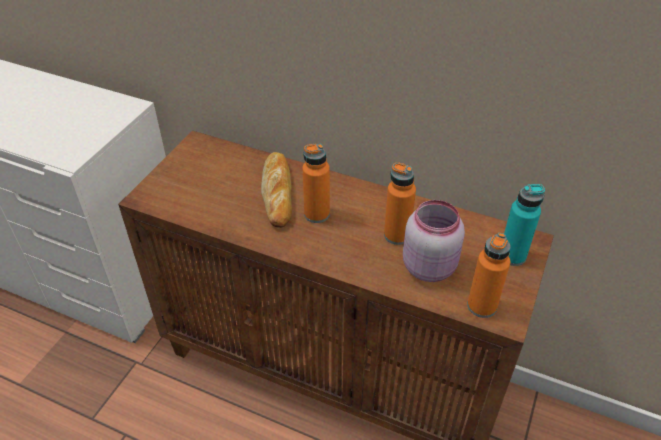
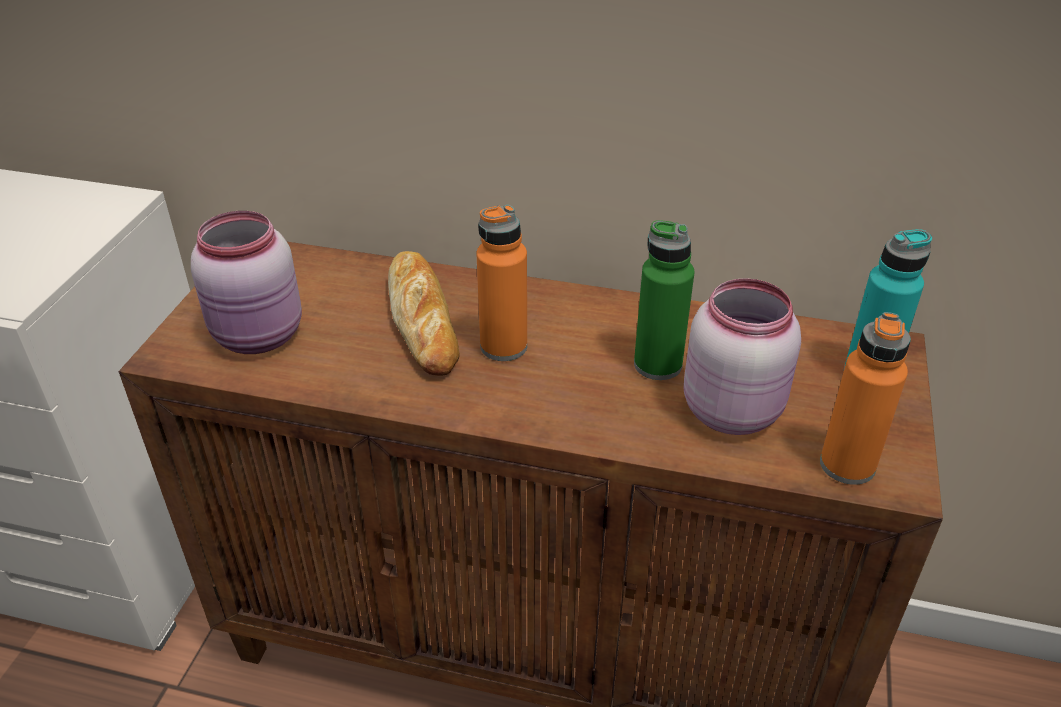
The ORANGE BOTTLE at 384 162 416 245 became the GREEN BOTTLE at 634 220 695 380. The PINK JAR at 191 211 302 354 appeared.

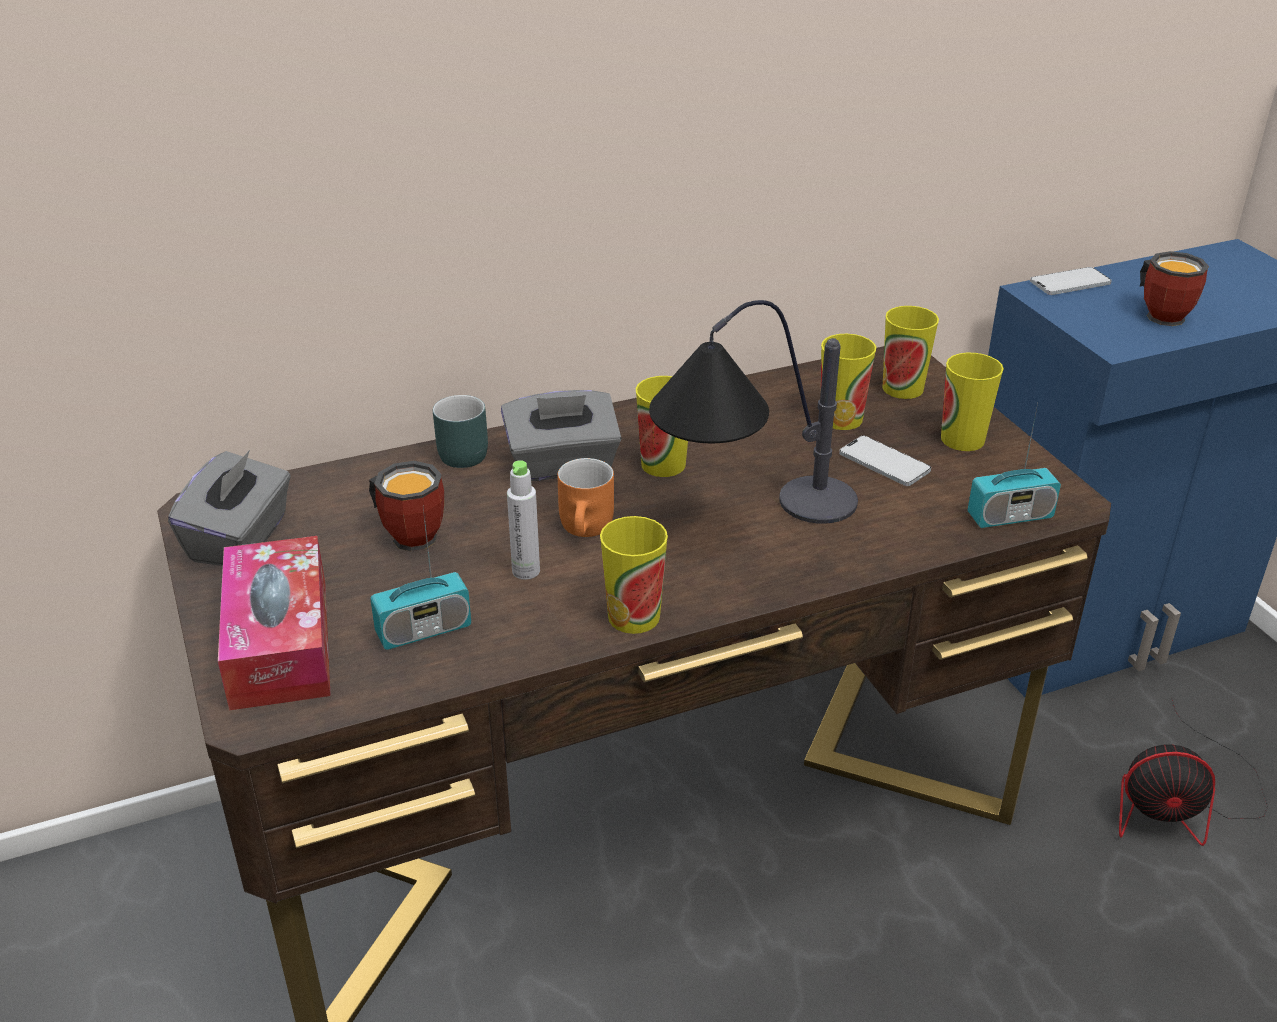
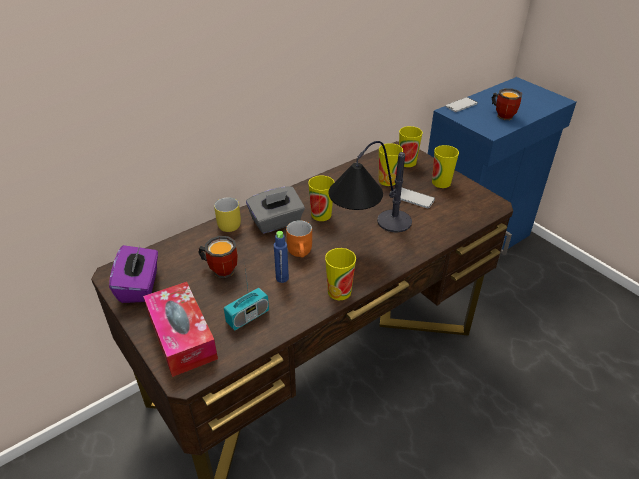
The TURQUOISE MUG at 433 395 488 468 became the YELLOW MUG at 214 197 241 232. The RADIO at 968 403 1061 528 disappeared. The GREY TISSUE BOX at 168 450 291 566 became the PURPLE TISSUE BOX at 109 245 158 303. The GREY BOTTLE at 507 460 540 580 became the BLUE BOTTLE at 274 231 289 283. The FAN at 1119 697 1268 846 disappeared.

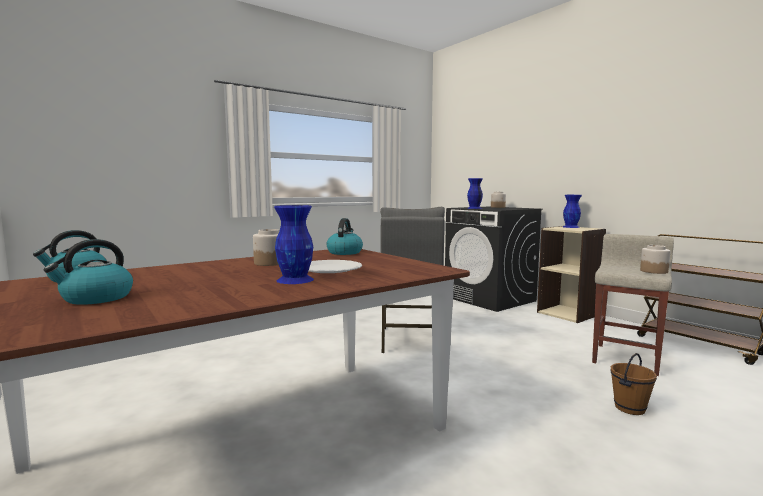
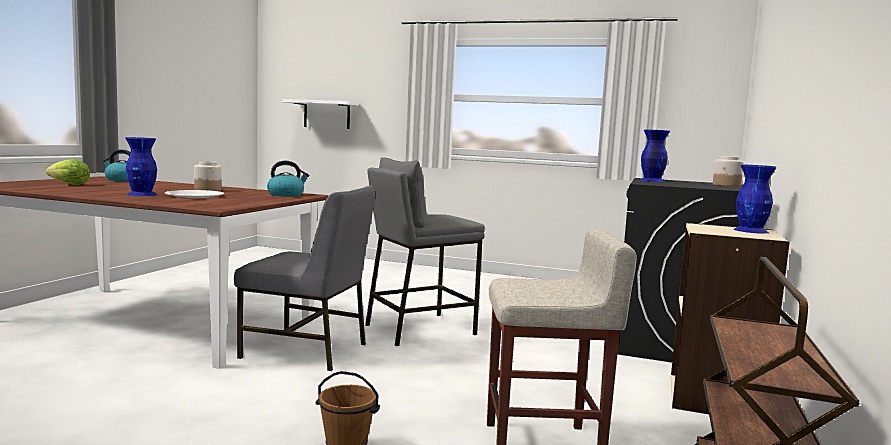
The KETTLE at 44 239 133 305 was replaced by the LETTUCE at 46 159 90 185. The JAR at 640 245 670 274 disappeared. The WHITE SHELF at 282 99 359 129 appeared. The GREY CHAIR at 234 185 375 371 appeared.

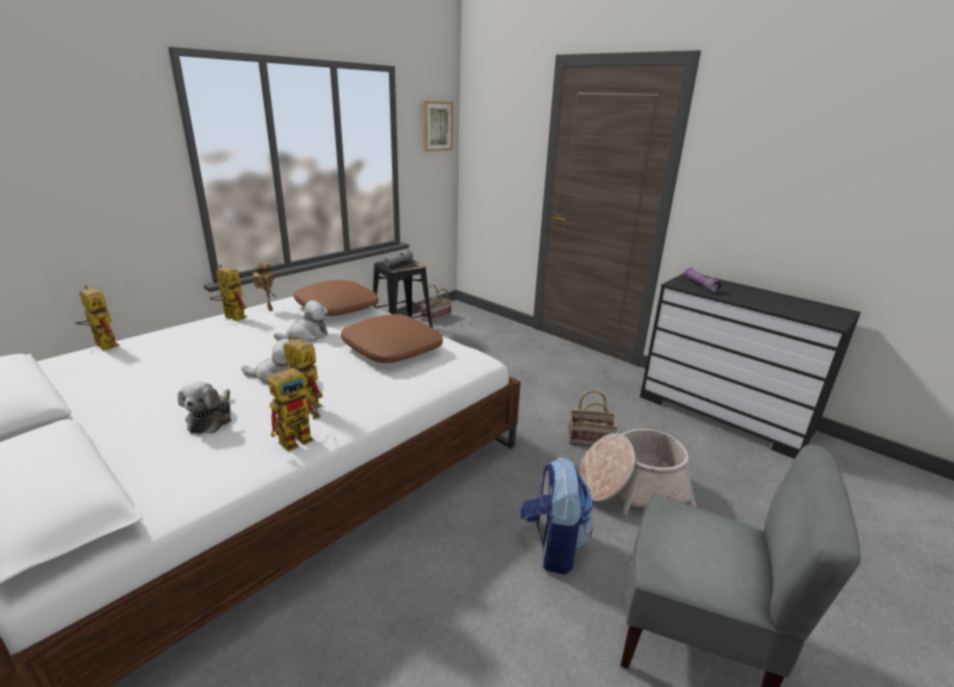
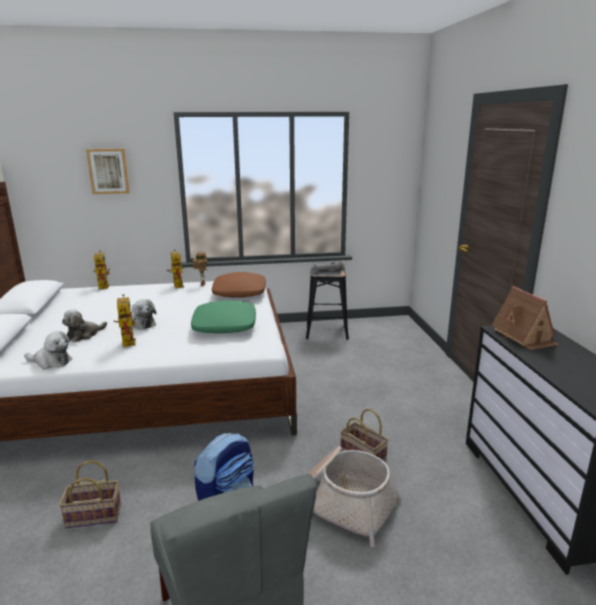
The PICTURE moved from 423 101 453 152 to 86 149 130 194. The PURPLE FLASHLIGHT at 684 268 722 293 was replaced by the TOY HOUSE at 492 286 559 350. The BASKET moved from 420 285 452 323 to 59 460 121 528. The PLUSH TOY moved from 274 300 328 342 to 24 331 72 370. The BROWN PILLOW at 341 314 443 363 became the GREEN PILLOW at 191 301 256 333. The TOY ROBOT at 268 365 321 452 disappeared.

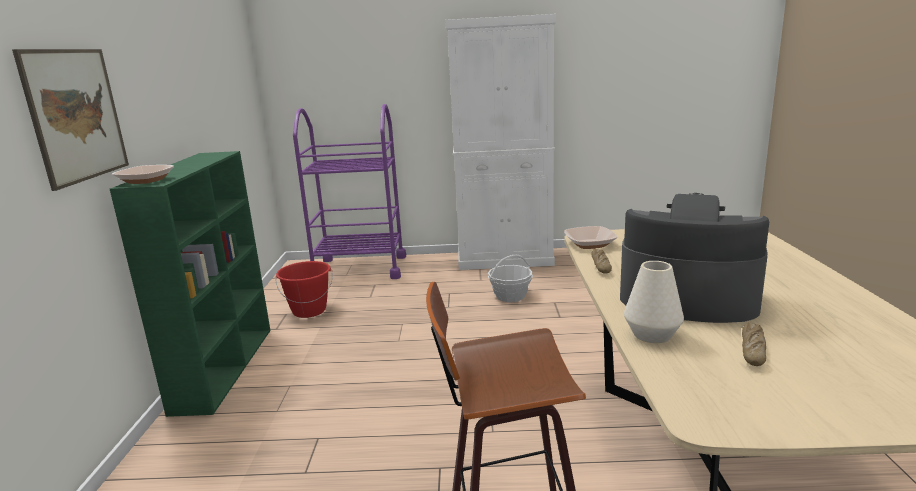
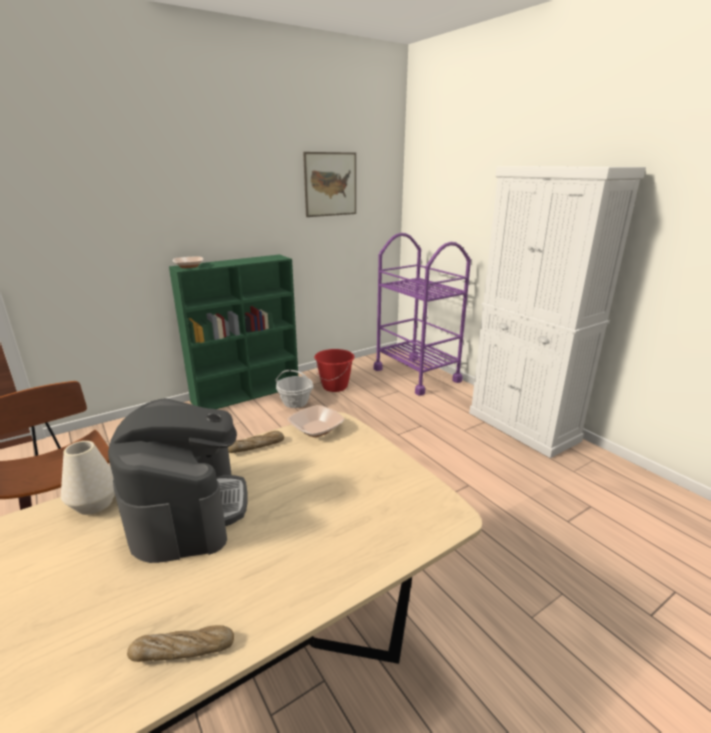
The PICTURE moved from 12 49 129 191 to 303 152 356 217. The BASKET moved from 488 255 533 302 to 275 370 314 408. The BREAD moved from 742 322 766 366 to 127 625 234 662.

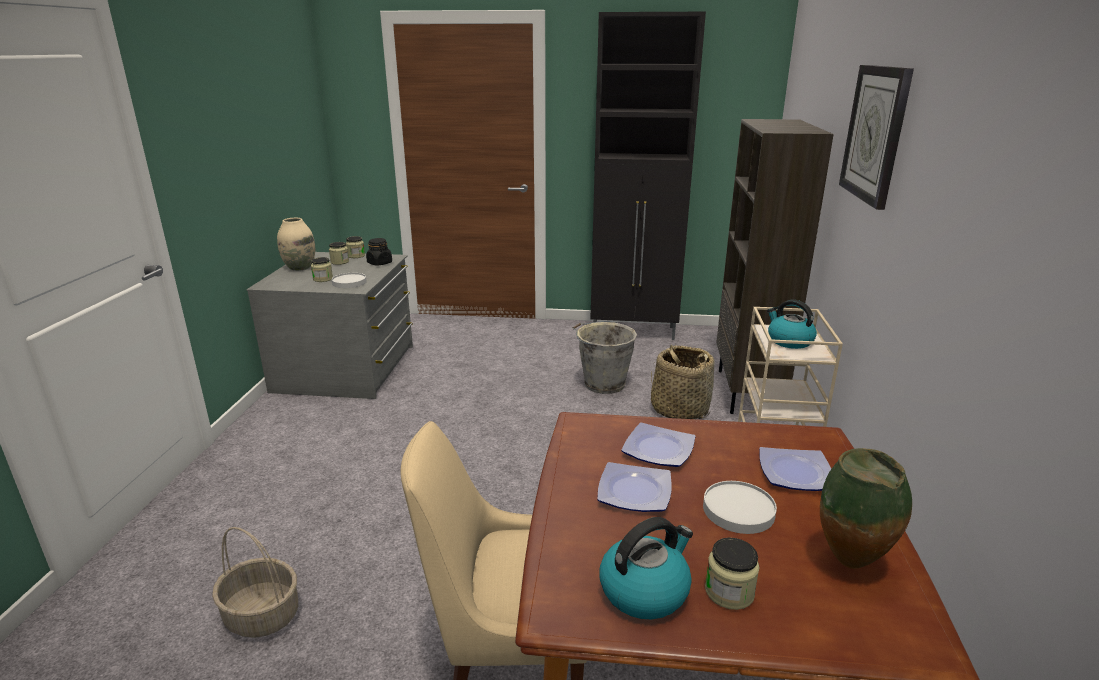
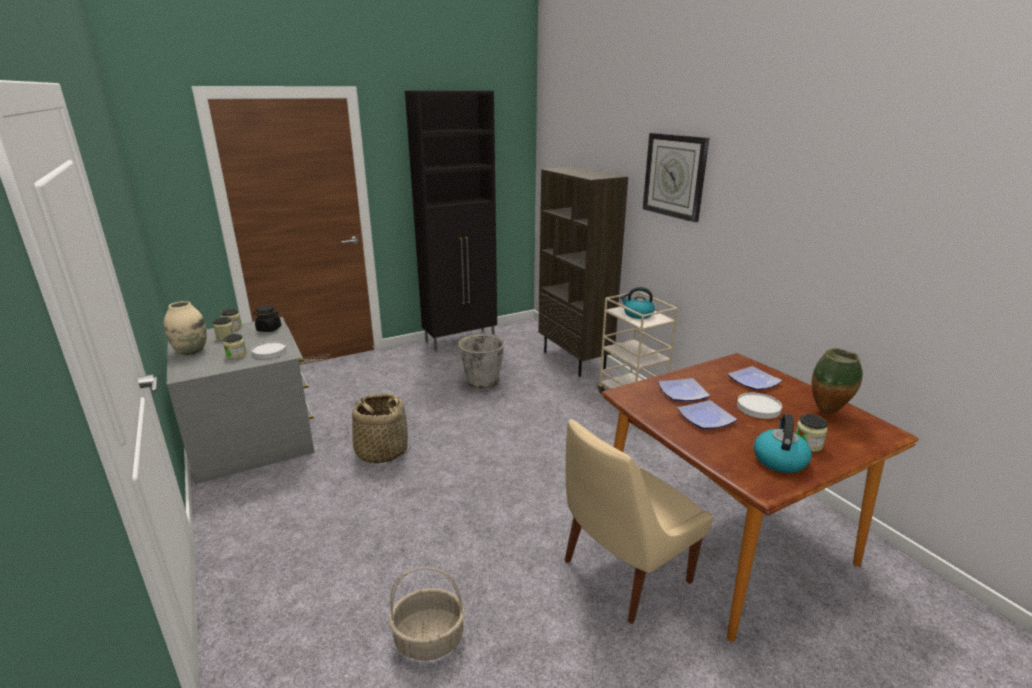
The BASKET moved from 651 345 715 419 to 346 393 411 463.

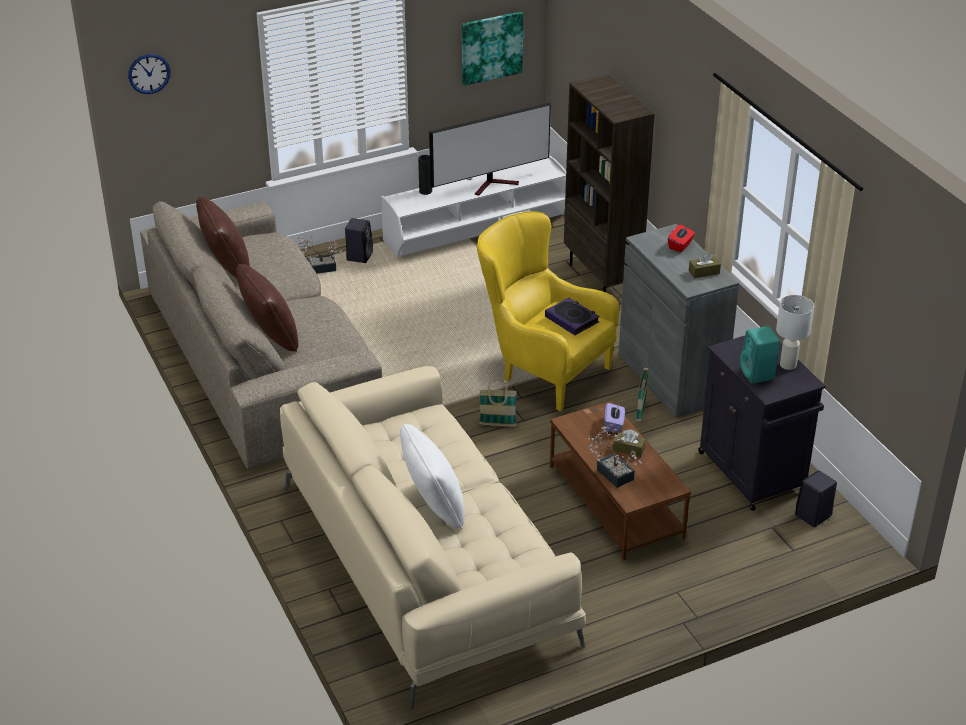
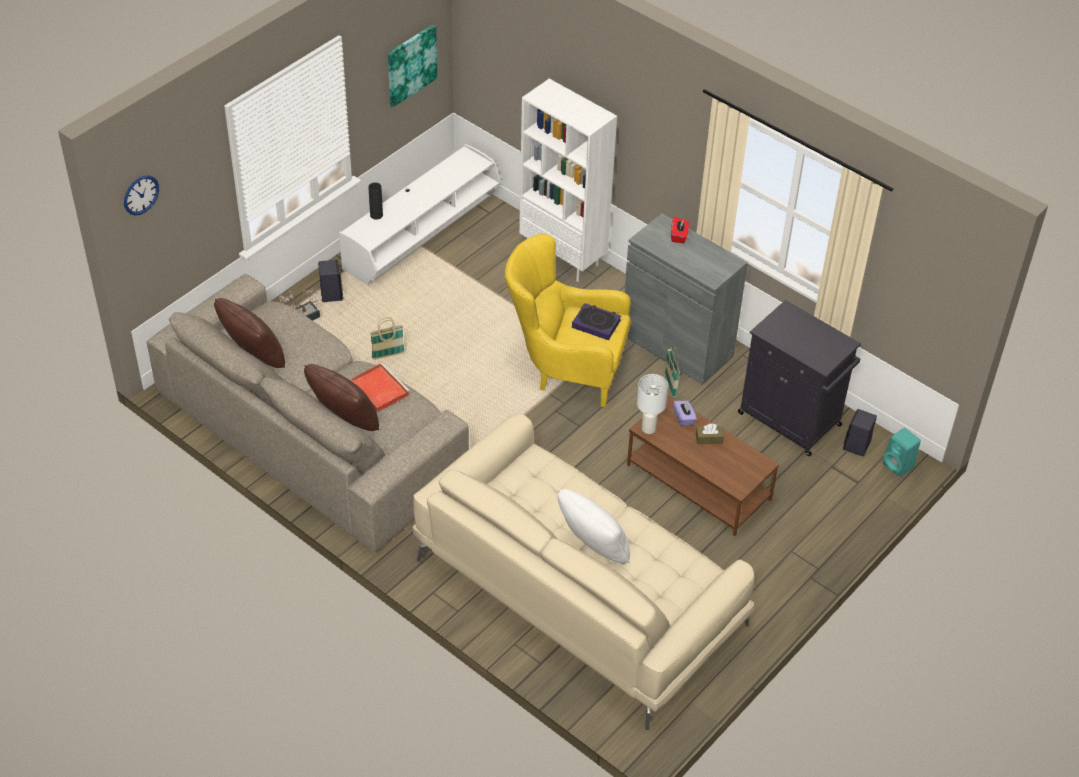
The BROWN BOOKCASE at 564 74 654 292 became the WHITE BOOKCASE at 519 79 617 282. The TELEVISION at 429 102 551 195 disappeared. The BROWN TISSUE BOX at 689 253 721 278 disappeared. The WHITE TABLE LAMP moved from 776 295 814 370 to 637 374 668 434. The TURQUOISE SPEAKER moved from 740 326 780 384 to 883 428 921 477. The BASKET moved from 479 377 517 427 to 370 317 405 360. The POTTED PLANT at 588 423 642 488 disappeared. The RED TRAY at 350 363 410 412 appeared.

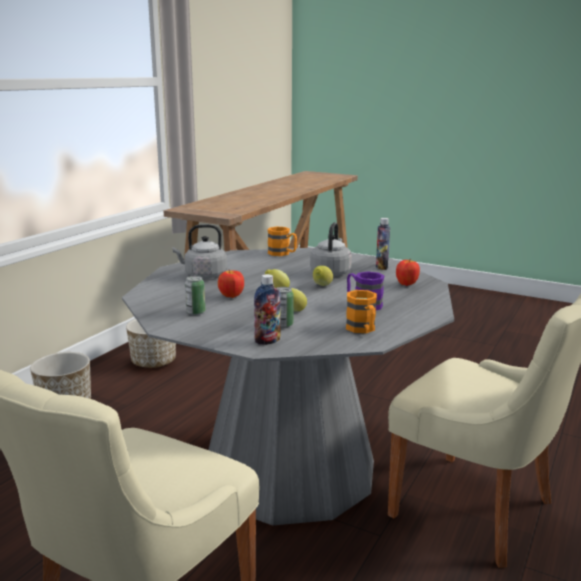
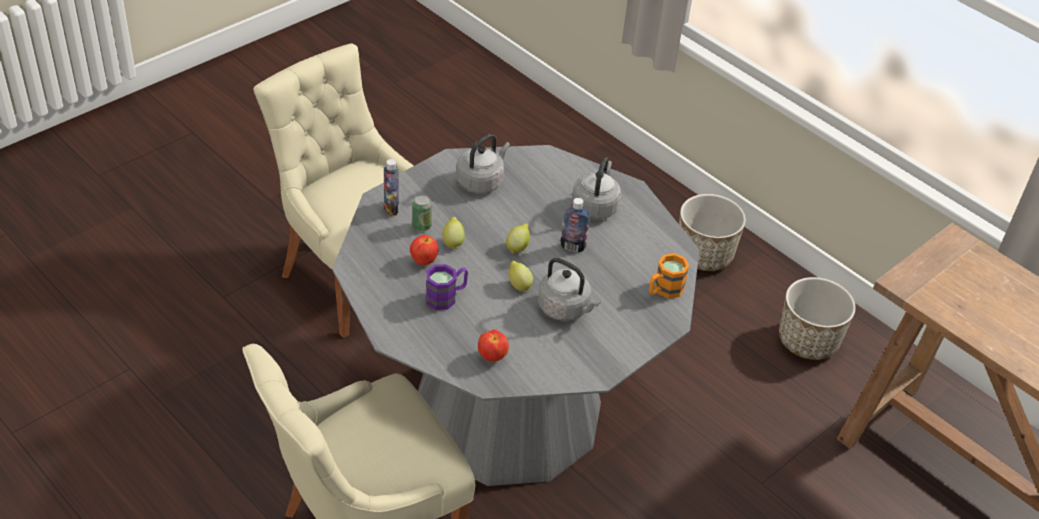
The BOTTLE moved from 376 218 390 270 to 560 198 590 252. The APPLE moved from 218 270 244 298 to 410 235 438 266. The CAN at 185 276 205 315 was replaced by the GREY KETTLE at 456 134 510 193. The ORANGE MUG at 346 290 377 333 disappeared.

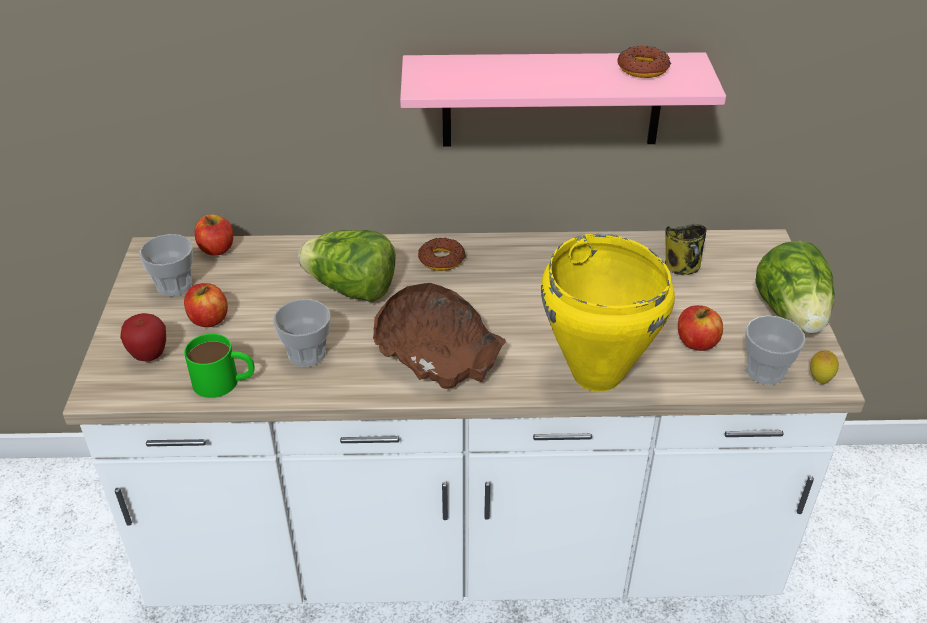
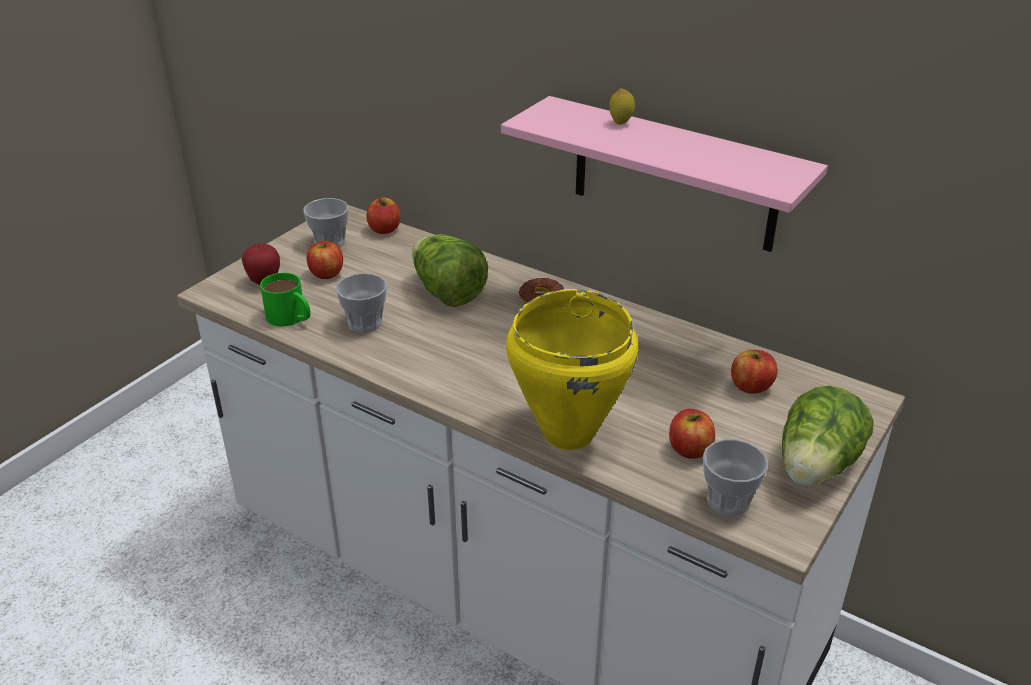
The DONUT at 617 46 671 78 disappeared. The MUG at 665 224 707 275 was replaced by the APPLE at 731 350 778 393. The BROWN BOWL at 373 283 506 389 disappeared. The LEMON moved from 810 350 839 384 to 609 88 635 125.

